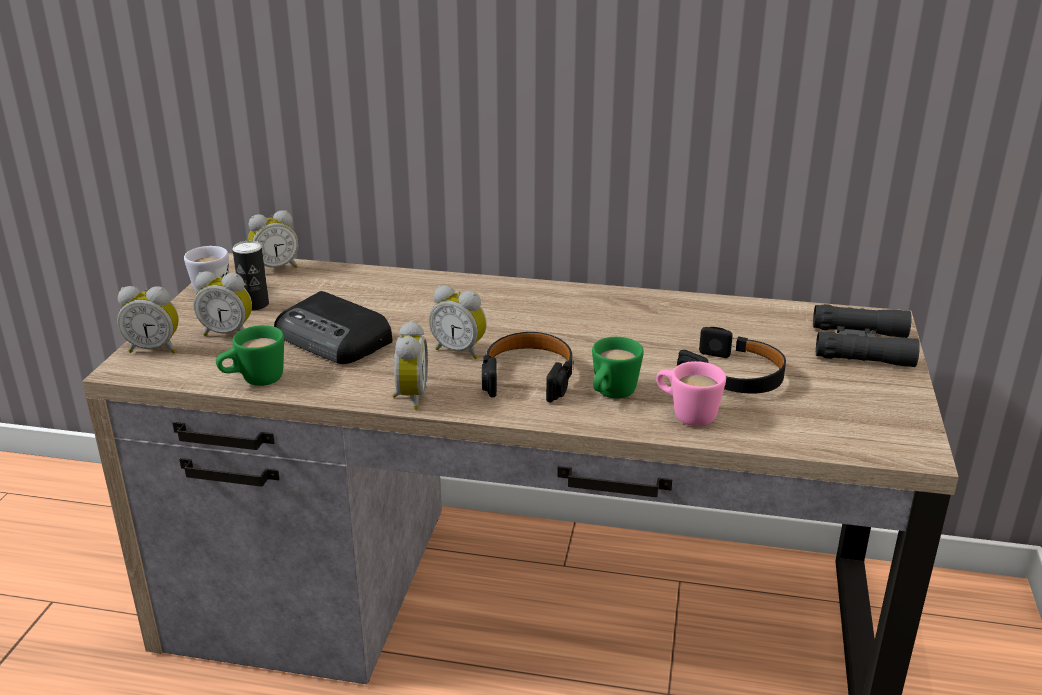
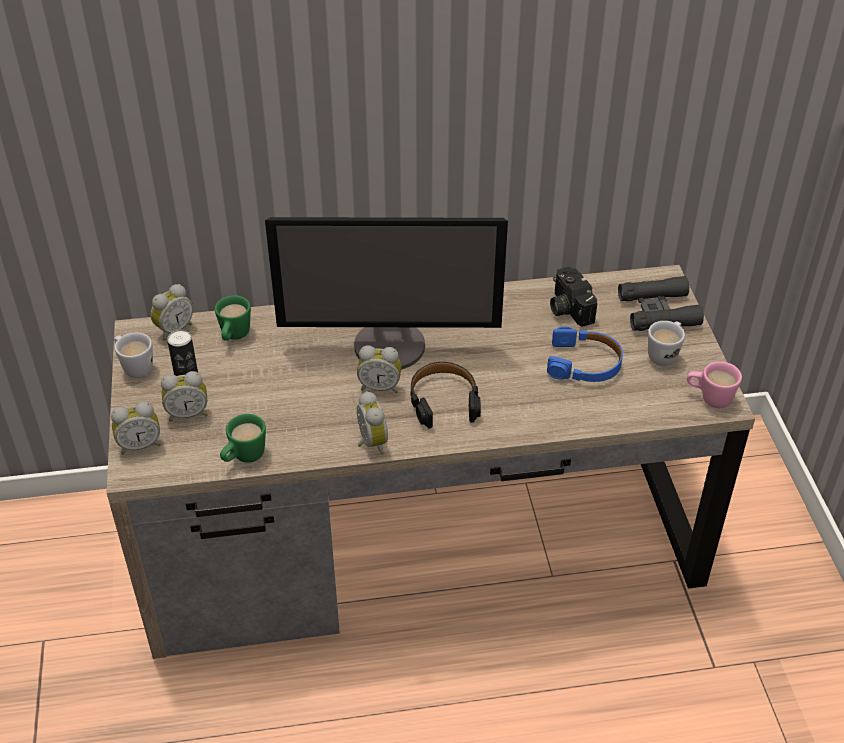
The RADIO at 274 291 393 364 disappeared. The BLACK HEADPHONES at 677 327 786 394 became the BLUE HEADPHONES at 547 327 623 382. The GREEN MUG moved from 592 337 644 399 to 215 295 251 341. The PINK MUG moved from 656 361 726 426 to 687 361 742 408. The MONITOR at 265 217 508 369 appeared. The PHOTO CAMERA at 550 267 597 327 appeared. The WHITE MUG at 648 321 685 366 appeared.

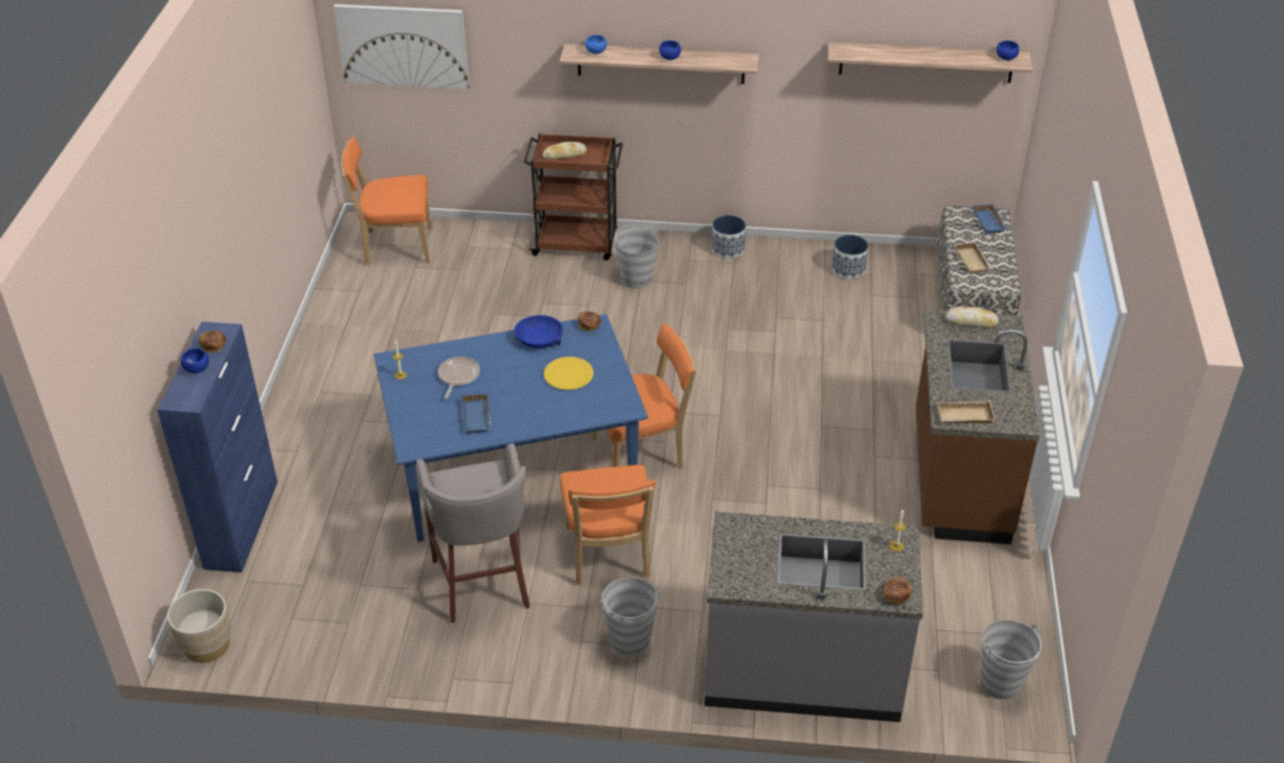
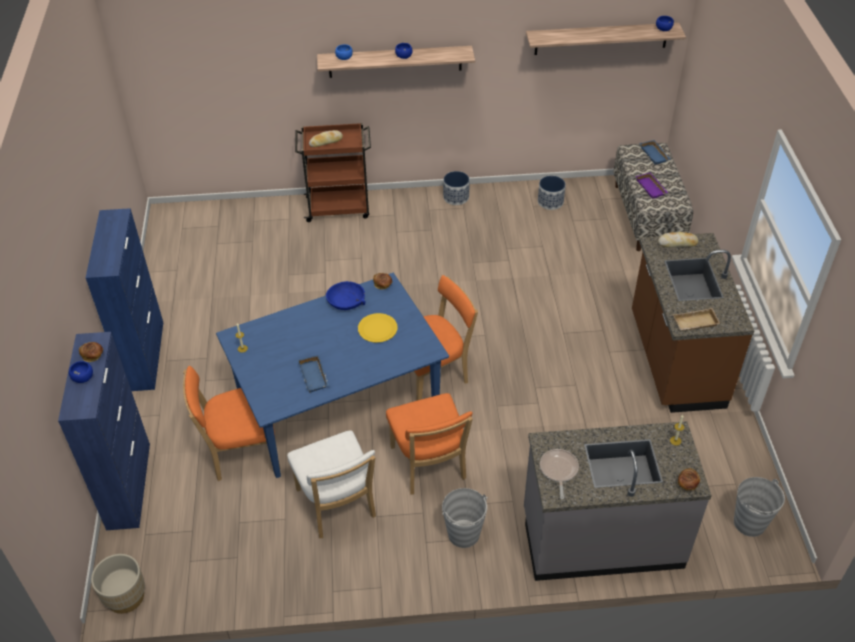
The PICTURE at 334 4 469 89 disappeared. The ORANGE CHAIR moved from 341 137 432 266 to 183 366 280 481. The GREY BUCKET at 614 224 658 289 disappeared. The BEIGE TRAY at 954 242 992 274 became the PURPLE TRAY at 636 172 668 199. The FRYING PAN moved from 438 357 480 399 to 540 449 579 499. The GREY STOOL at 416 443 530 623 was replaced by the WHITE CHAIR at 287 430 376 538. The BLUE CABINET at 86 208 163 391 appeared.

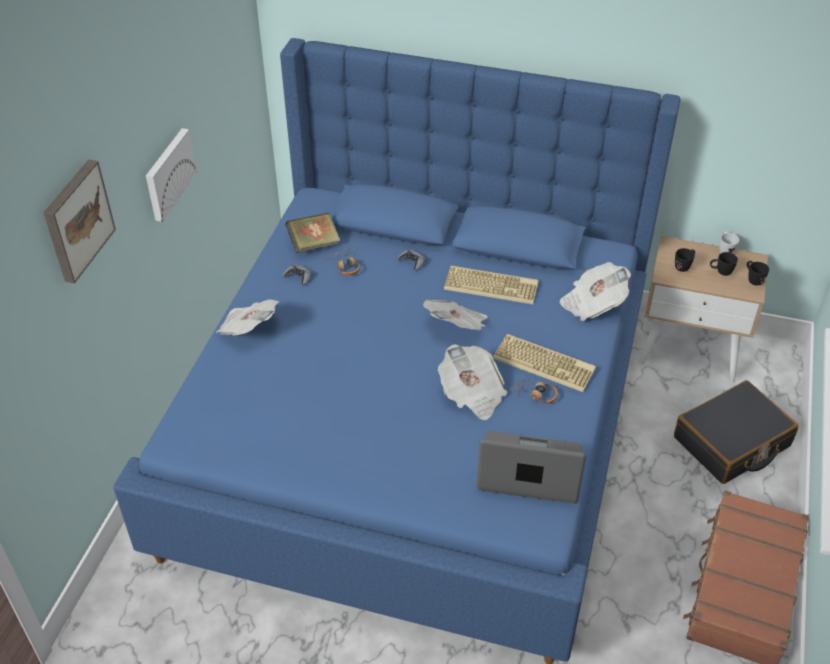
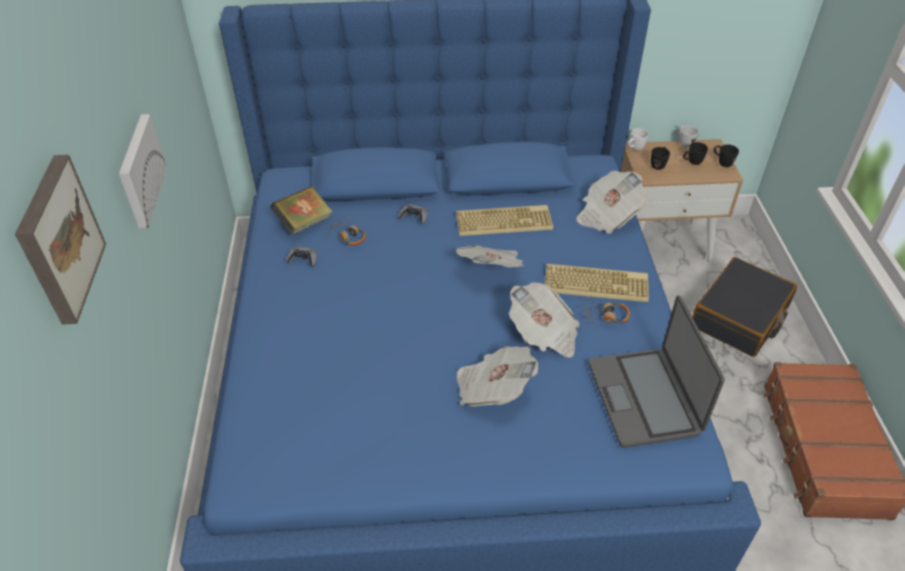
The NEWSPAPER moved from 216 299 279 336 to 457 346 538 406. The LAPTOP at 477 431 586 504 turned 90 degrees counterclockwise. The WHITE MUG at 628 128 649 151 appeared.

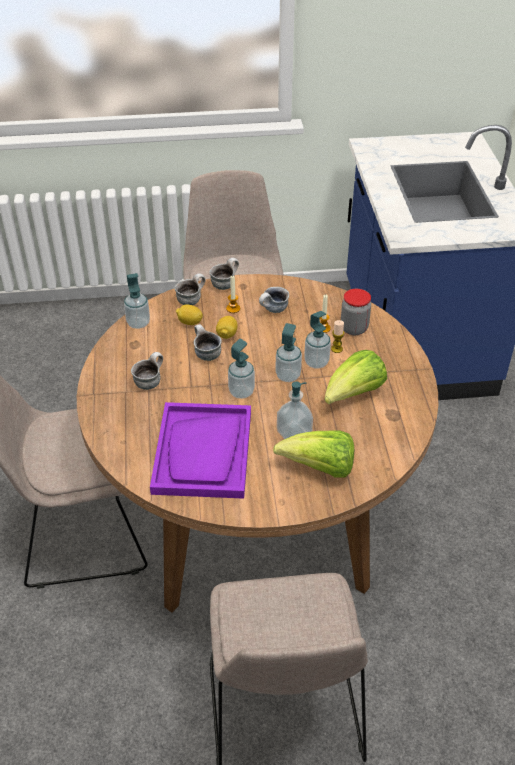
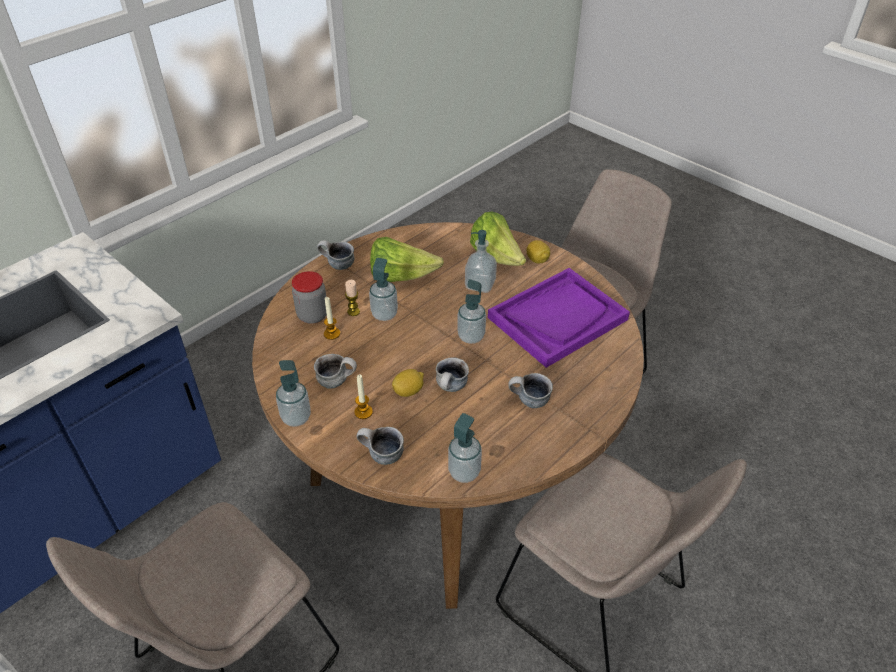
The MUG moved from 209 258 239 290 to 317 240 355 270. The LEMON moved from 176 304 203 325 to 527 240 550 263. The SOAP DISPENSER moved from 275 323 302 382 to 276 360 311 427.

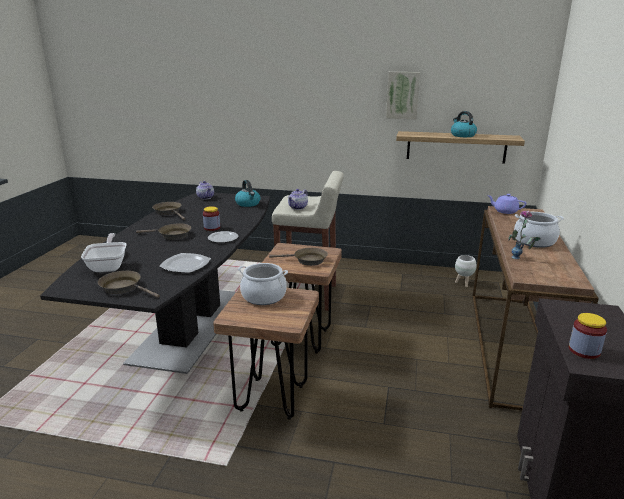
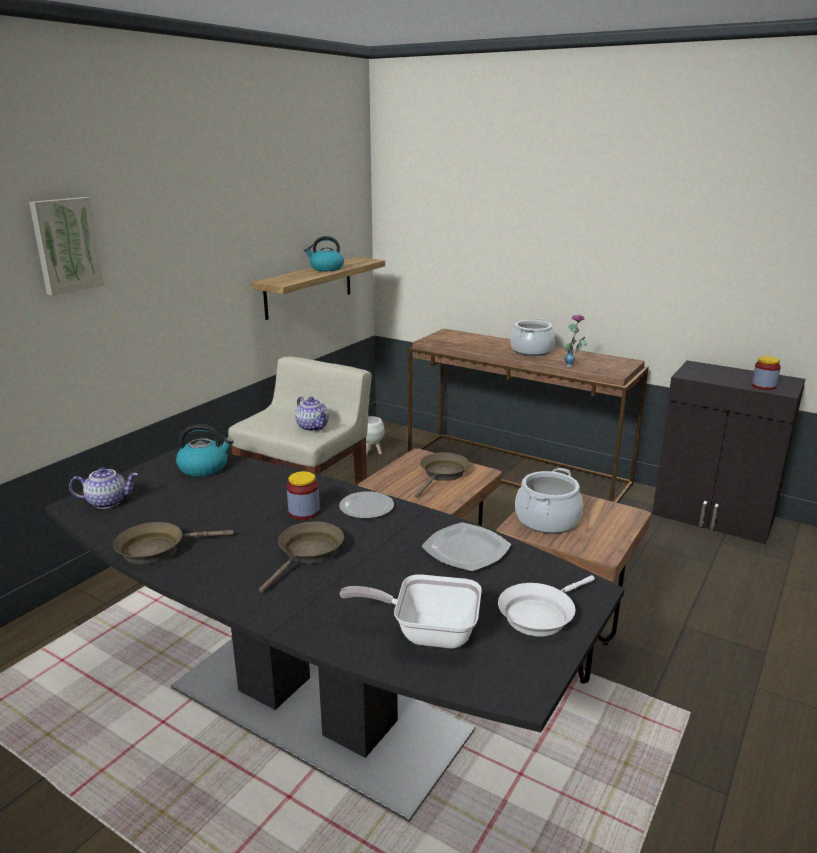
The PICTURE moved from 386 72 420 120 to 29 197 104 295. The PURPLE TEAPOT at 487 194 526 214 disappeared. The BROWN FRYING PAN at 98 271 160 298 became the WHITE FRYING PAN at 498 575 595 636.

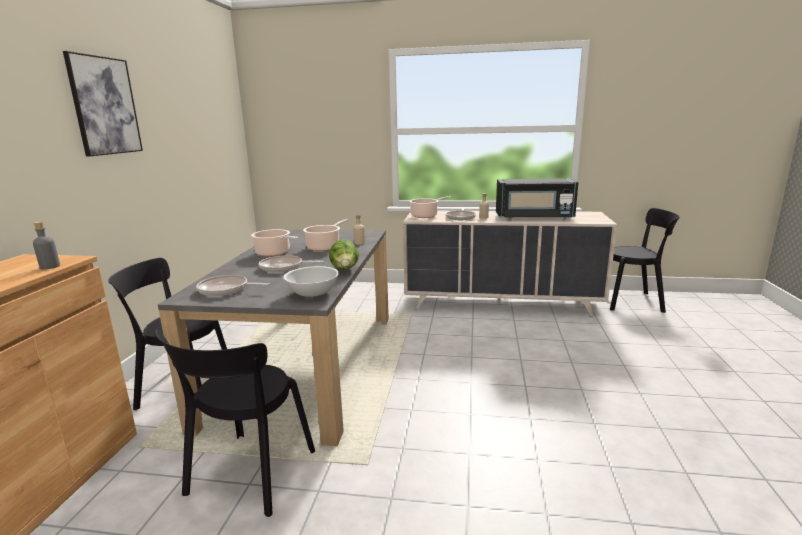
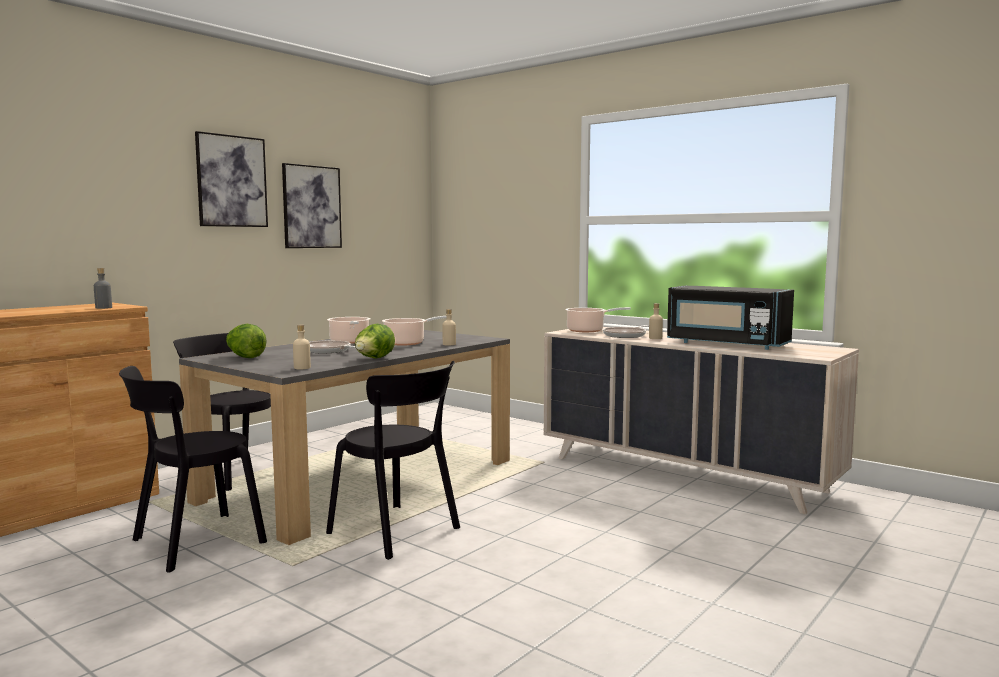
The BLACK CHAIR moved from 610 208 680 313 to 326 361 460 560. The WHITE BOWL at 284 266 339 297 was replaced by the BEIGE BOTTLE at 293 325 311 369. The FRYING PAN at 196 275 270 296 was replaced by the LETTUCE at 226 324 267 358. The PICTURE at 282 163 342 248 appeared.

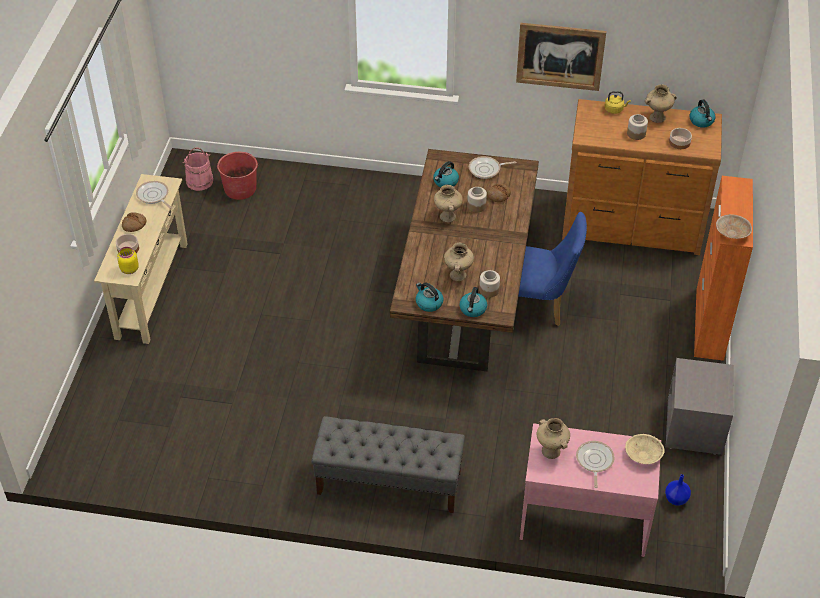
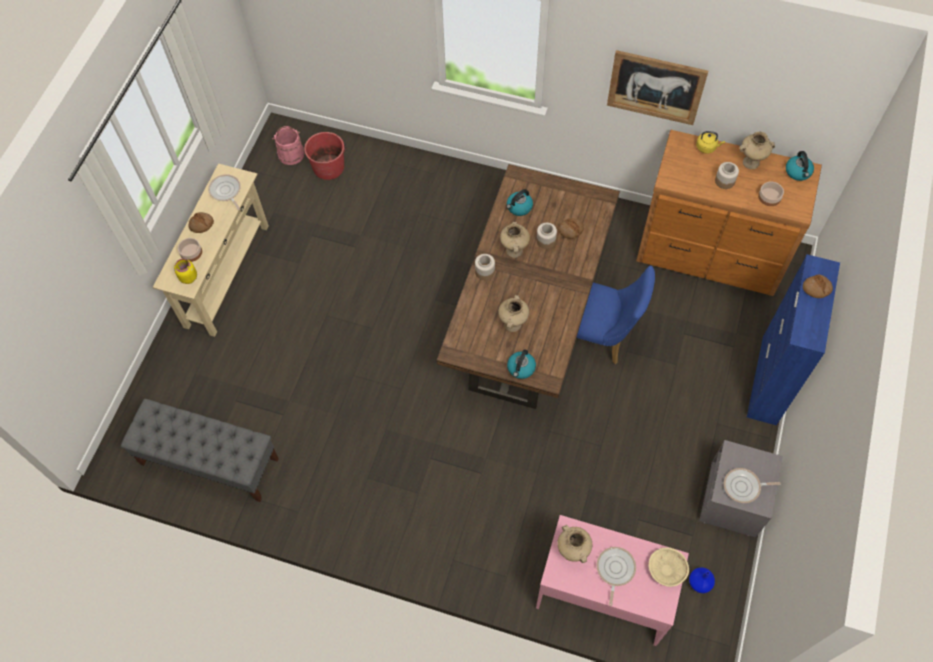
The FRYING PAN moved from 469 156 516 179 to 724 468 780 503. The ORANGE CABINET at 694 176 753 361 became the BLUE CABINET at 747 254 840 425. The BEIGE BOWL at 716 214 752 239 disappeared. The JAR moved from 479 270 500 297 to 475 254 495 280. The KETTLE at 416 283 444 312 disappeared. The GREY BENCH moved from 311 416 465 513 to 121 399 279 502. The BREAD at 803 274 833 298 appeared.

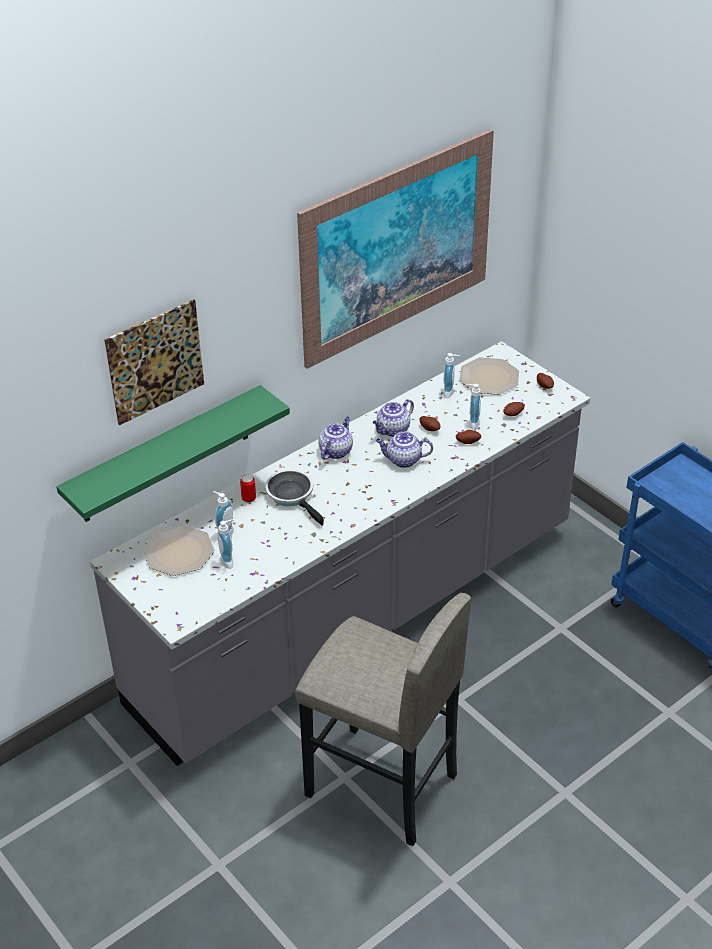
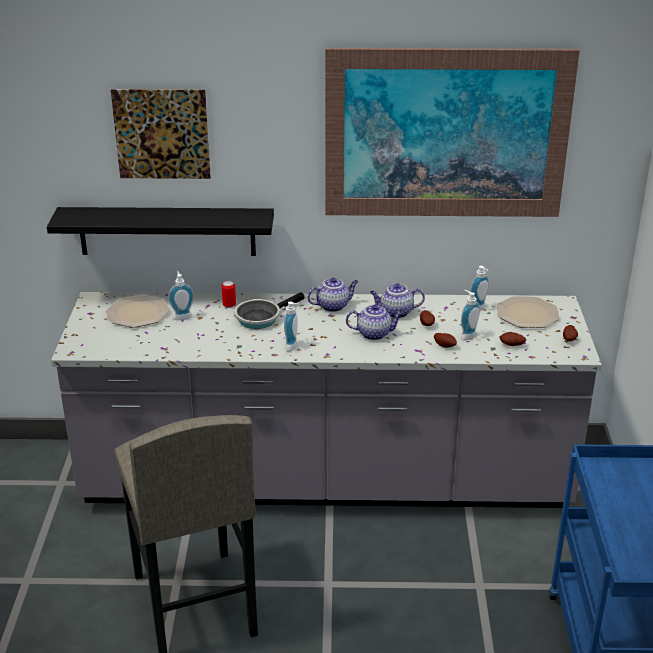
The GREEN SHELF at 56 385 290 522 became the BLACK SHELF at 47 207 274 256. The TEAPOT at 376 432 433 468 turned 135 degrees clockwise. The FRYING PAN at 265 469 324 526 turned 135 degrees counterclockwise. The SOAP DISPENSER moved from 217 519 234 569 to 284 301 301 352.

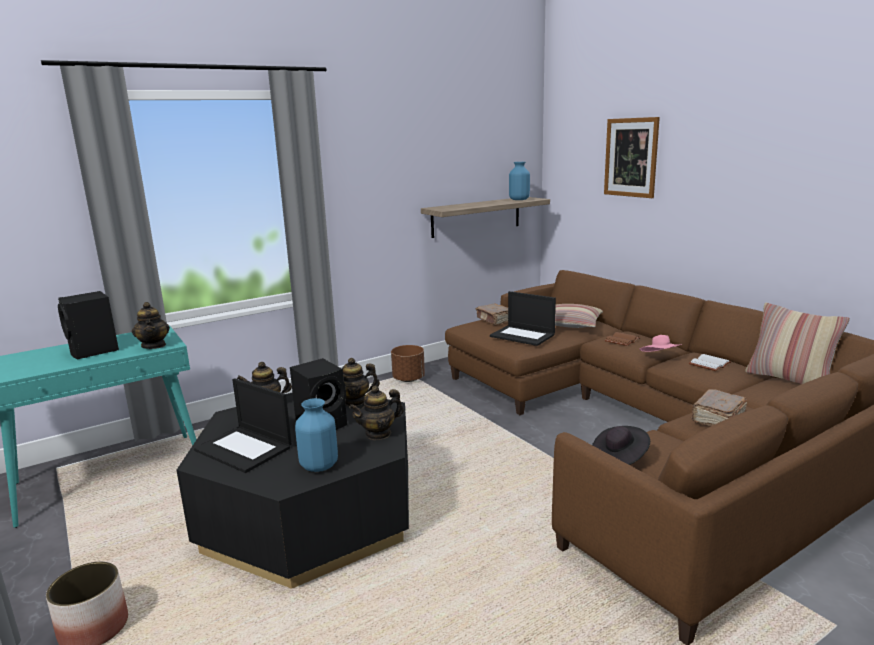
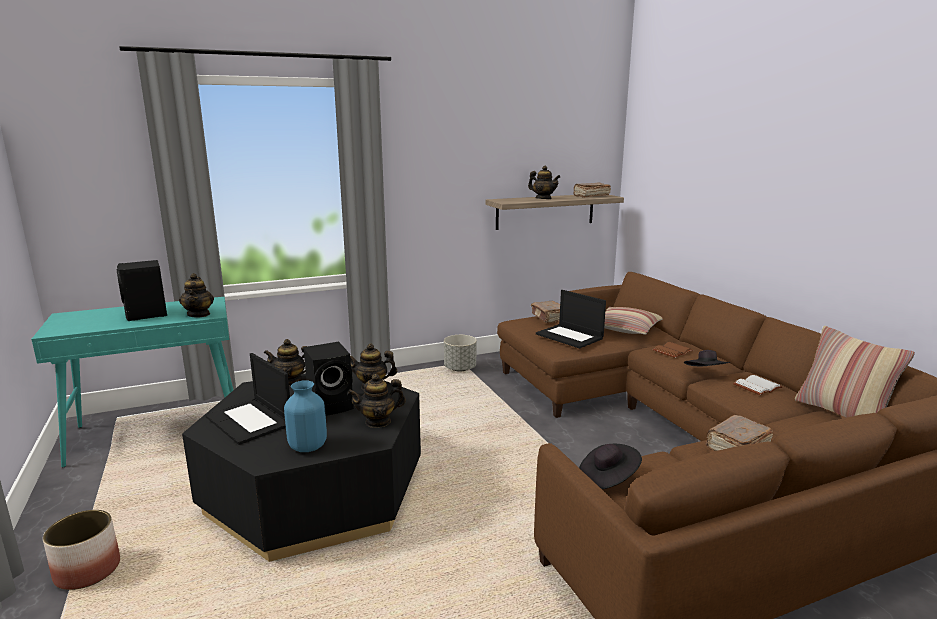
The PICTURE at 604 117 660 198 disappeared. The BLUE VASE at 509 162 530 200 was replaced by the BROWN BOOK at 574 183 611 198. The PINK HAT at 640 335 681 352 became the BLACK HAT at 684 350 730 366. The BROWN PLANTER at 391 345 425 382 became the GREY PLANTER at 444 335 476 372. The TEAPOT at 528 166 560 199 appeared.

